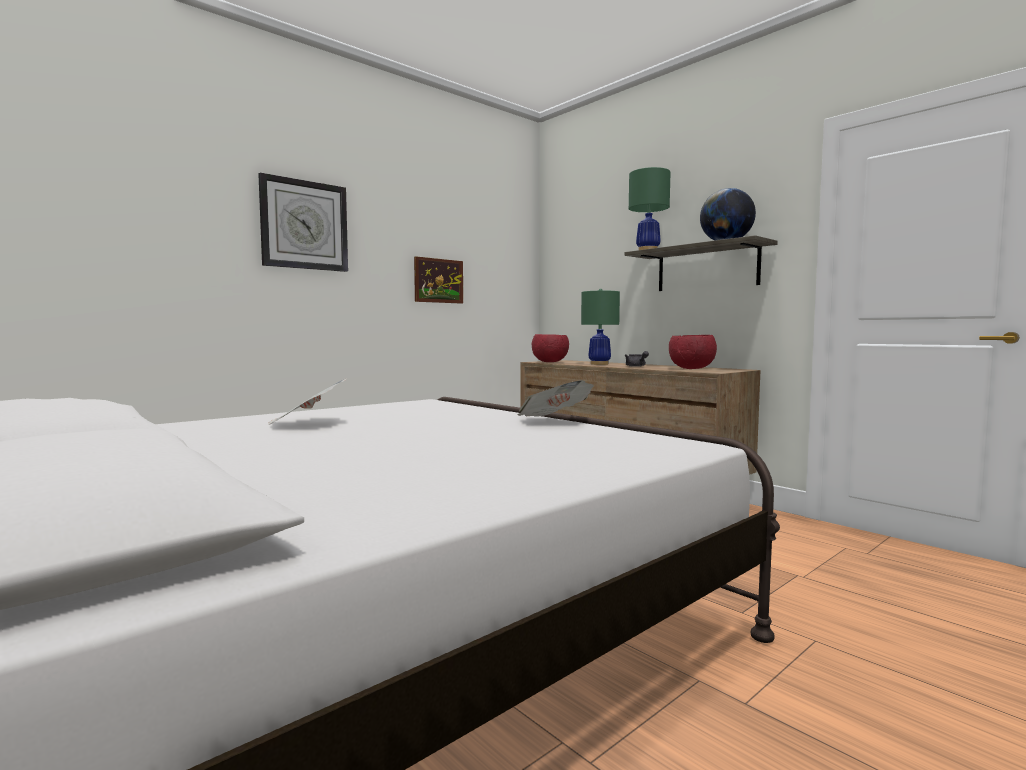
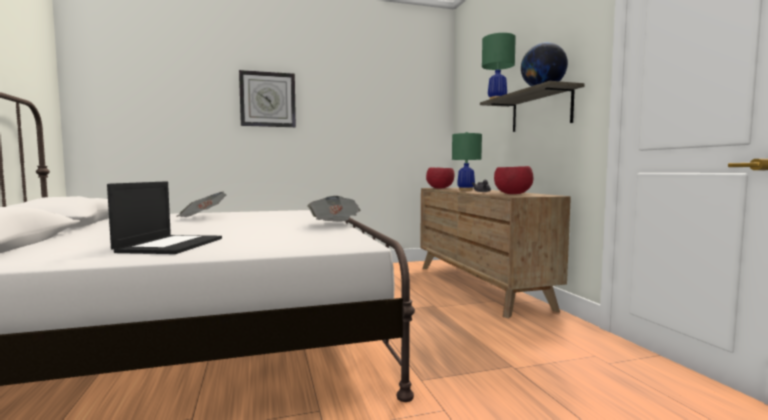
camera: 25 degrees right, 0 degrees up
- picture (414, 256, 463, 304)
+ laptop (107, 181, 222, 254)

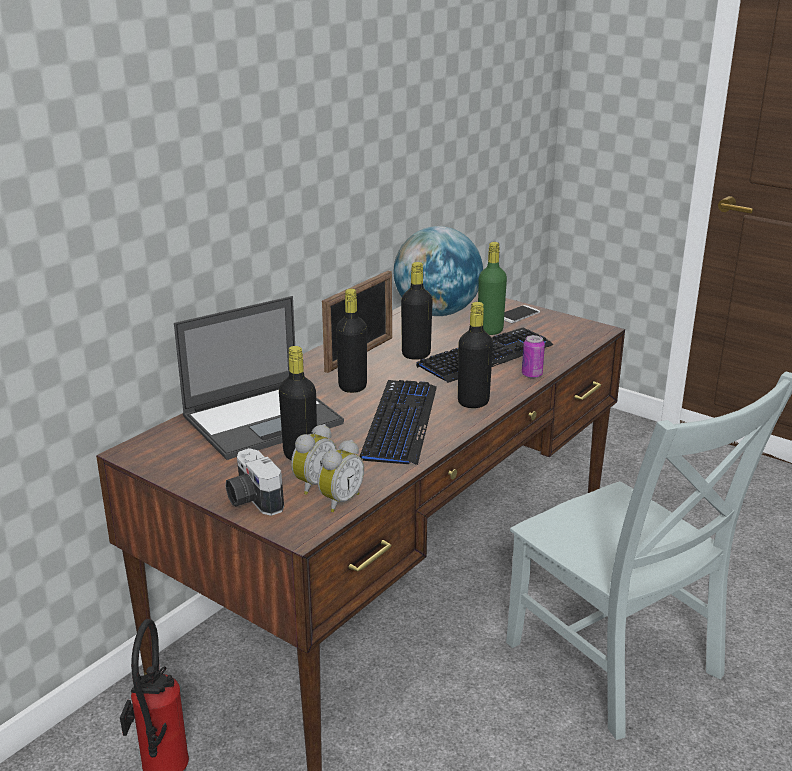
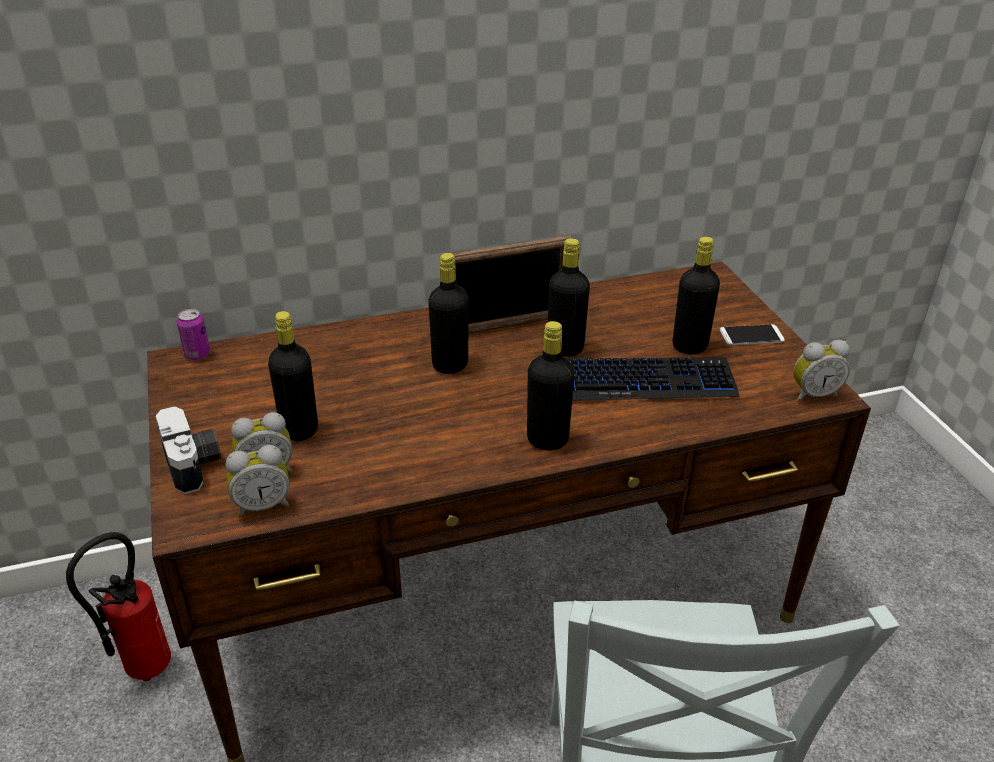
camera: 35 degrees right, 10 degrees up
- laptop (174, 296, 344, 460)
- keyboard (359, 380, 437, 465)
- globe (393, 226, 483, 316)
+ alarm clock (793, 340, 850, 402)
~ can (522, 335, 545, 378) to (177, 309, 210, 360)
~ bottle (green) (478, 242, 507, 335) to bottle (black) (672, 237, 720, 354)
~ photo camera (225, 448, 284, 516) = (155, 406, 221, 494) 150 degrees clockwise

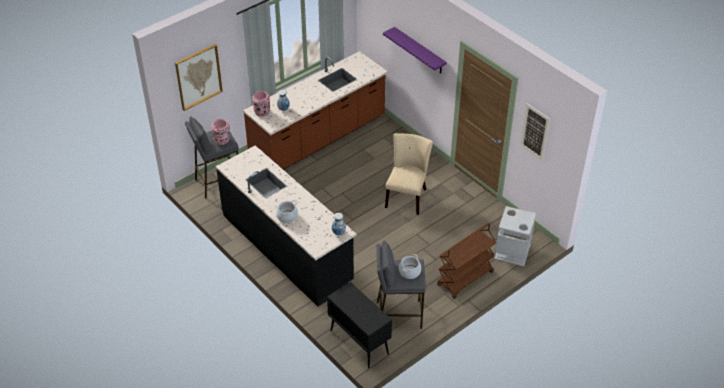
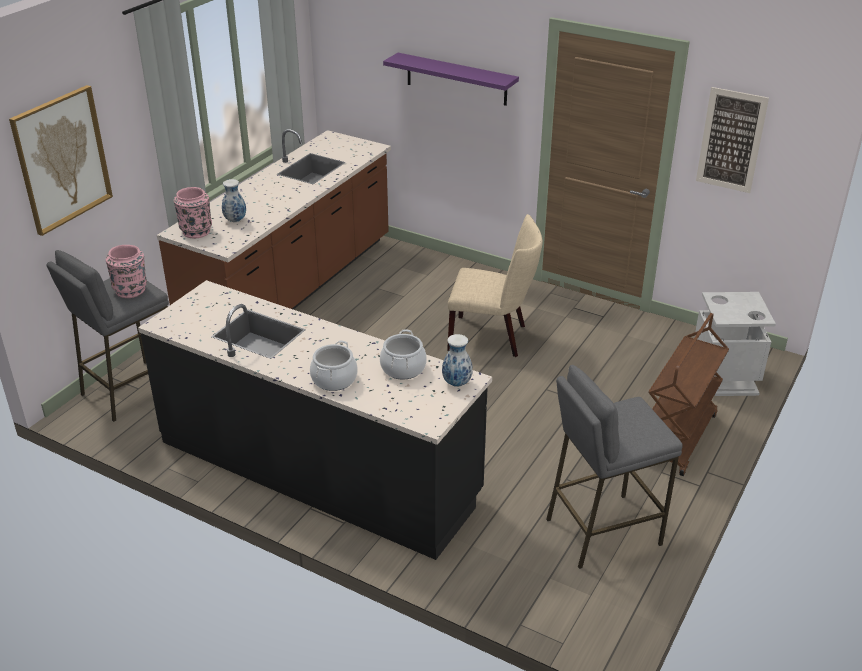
camera: 20 degrees left, 10 degrees down
- cabinet (black) (327, 282, 392, 368)
~ cooking pot (399, 254, 421, 279) to (380, 330, 427, 379)
~ chair (beige) (385, 133, 433, 215) = (447, 214, 543, 357) 105 degrees clockwise

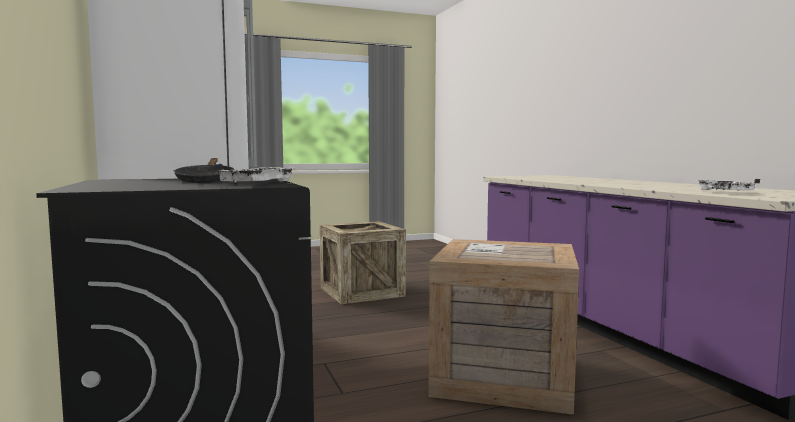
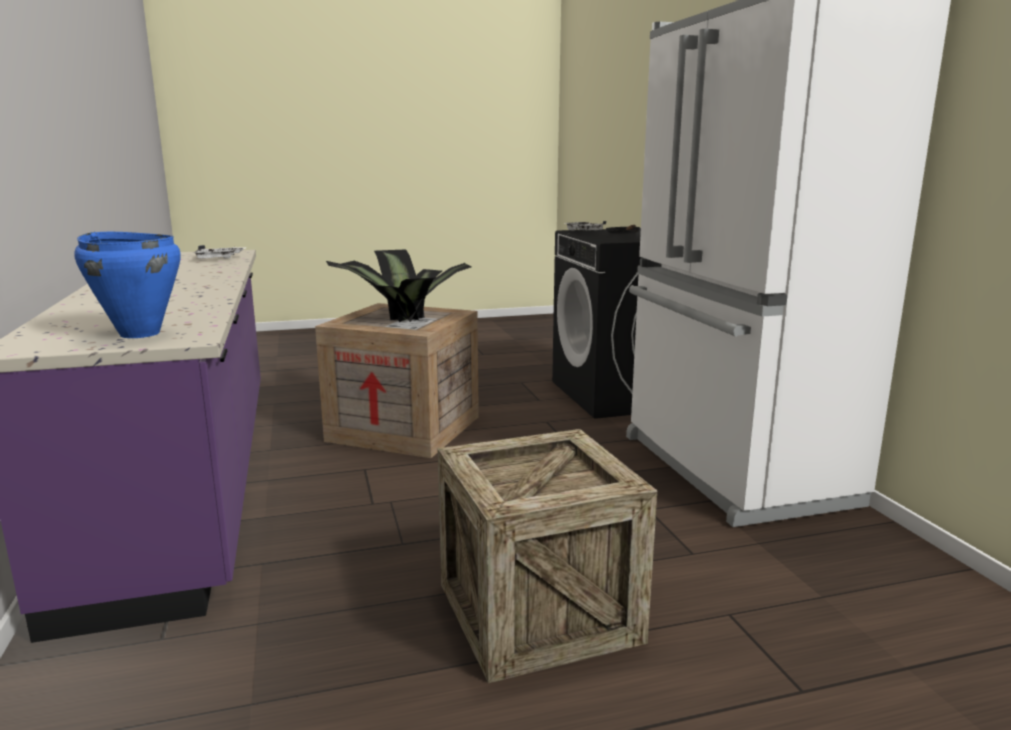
camera: 175 degrees left, 10 degrees up
+ cooking pot (blue) (74, 232, 181, 338)
+ potted plant (326, 249, 471, 322)

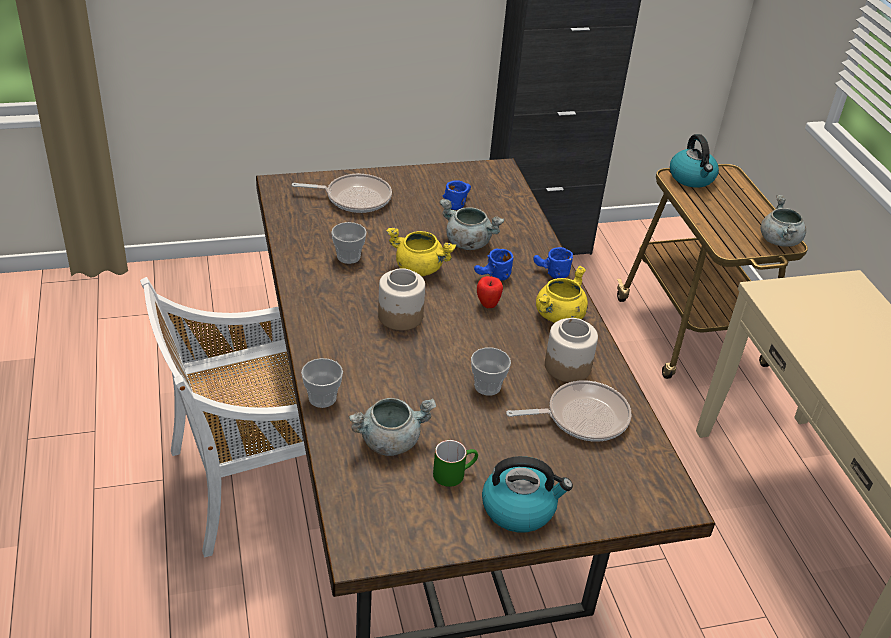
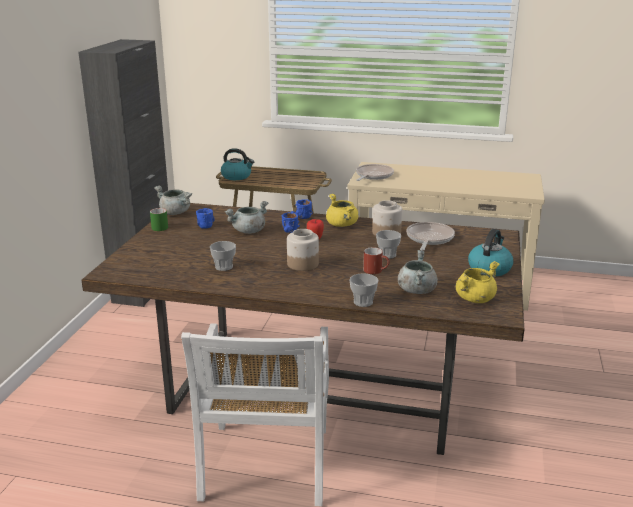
camera: 60 degrees left, 15 degrees down
+ mug (red) (363, 247, 390, 274)
~ frying pan (292, 174, 392, 213) to (356, 164, 394, 181)
~ cooking pot (yellow) (386, 228, 456, 276) to (456, 261, 500, 303)
~ mug (green) (433, 440, 478, 487) to (150, 208, 168, 231)
~ cooking pot (grey) (760, 195, 806, 247) to (154, 186, 192, 215)

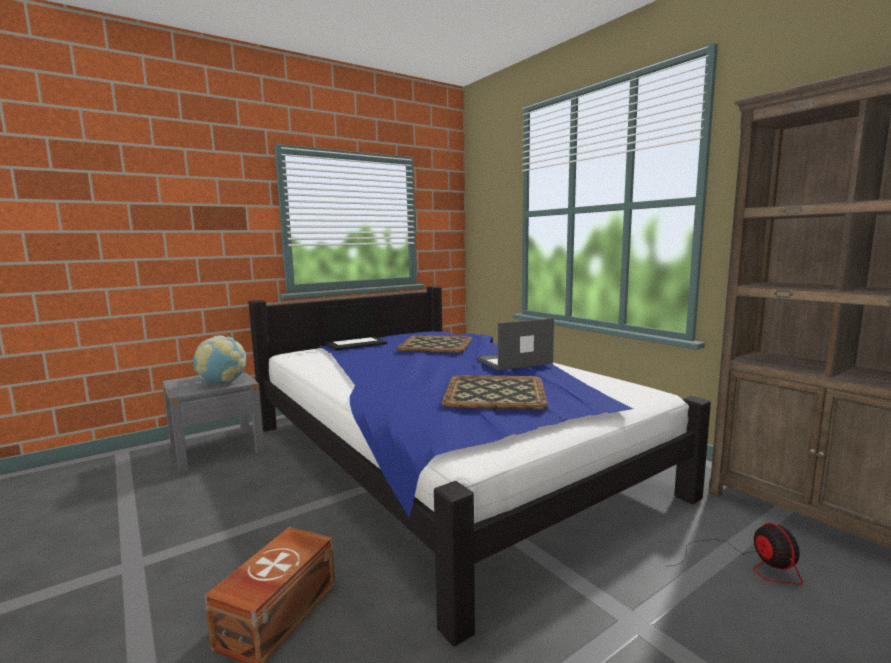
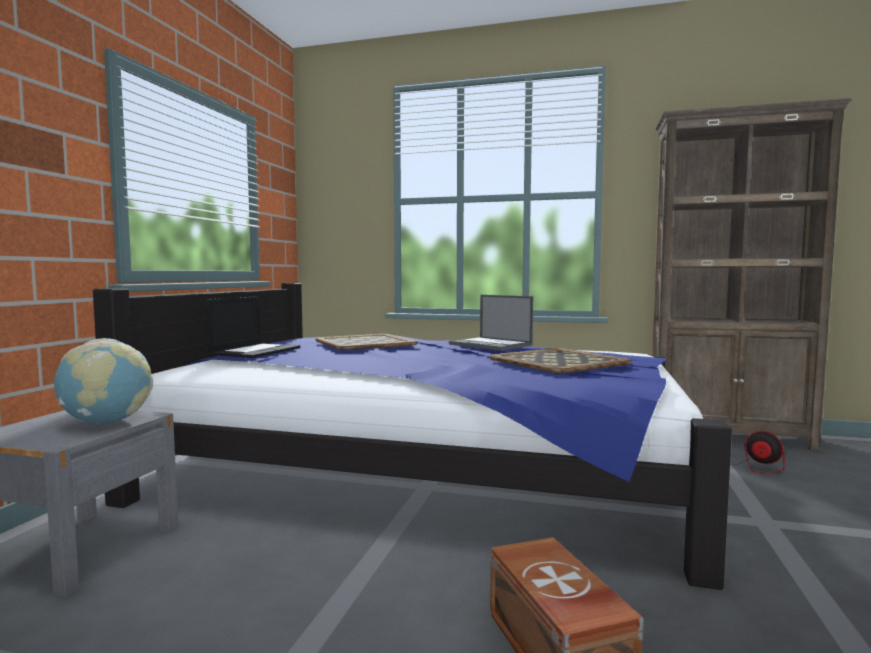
camera: 40 degrees left, 5 degrees down
~ laptop (476, 318, 554, 370) = (449, 295, 533, 351) 75 degrees counterclockwise

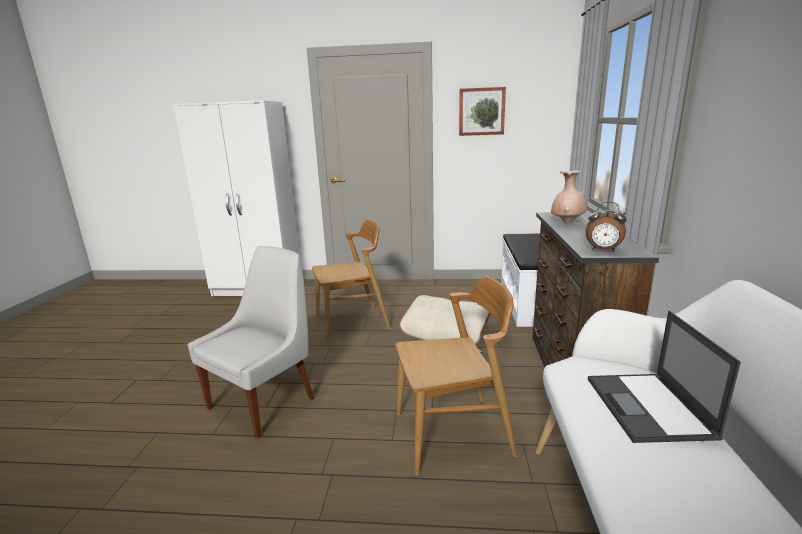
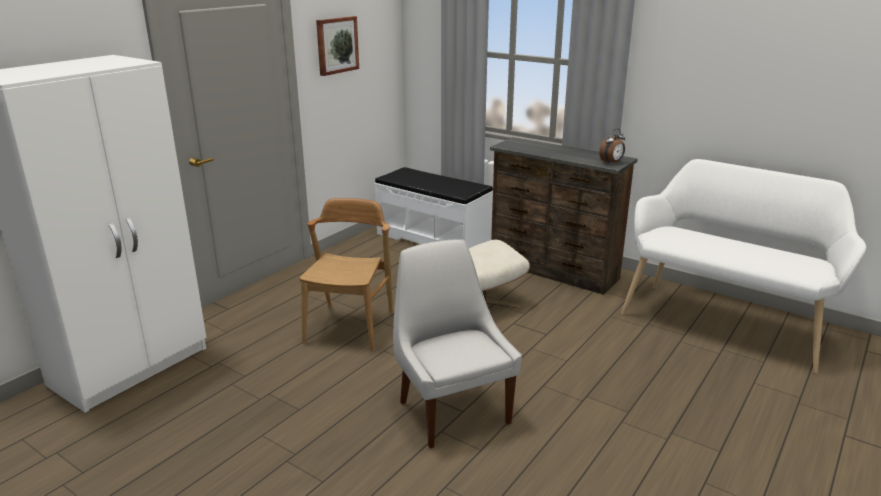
camera: 60 degrees left, 5 degrees up
- chair (brown) (396, 276, 517, 476)
- vase (beige) (551, 170, 587, 223)
- laptop (588, 311, 741, 443)

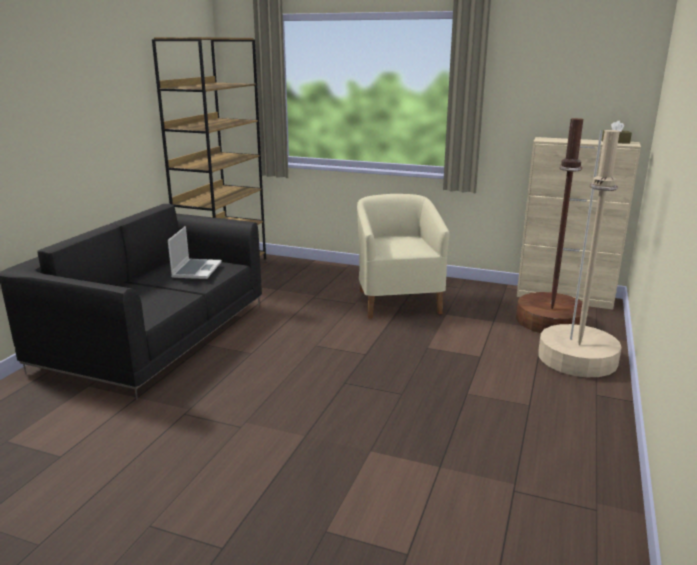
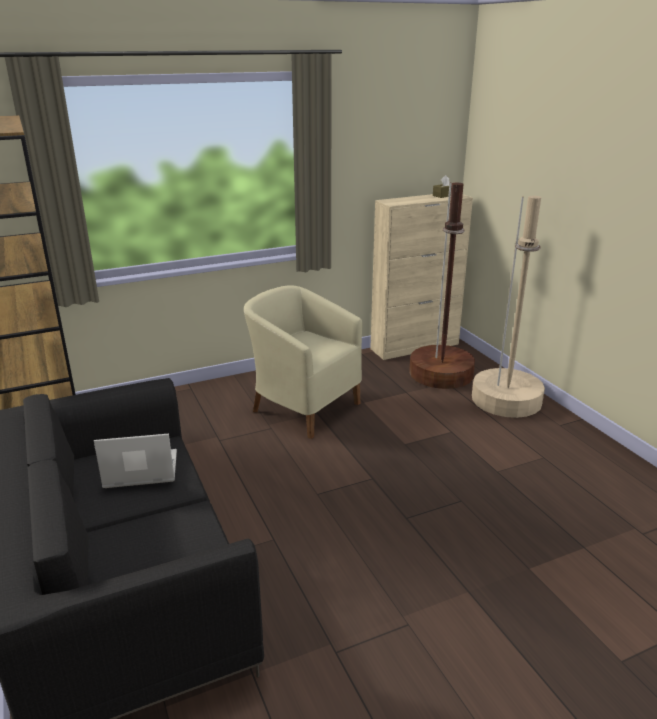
camera: 45 degrees left, 5 degrees up
~ laptop (168, 226, 222, 279) = (94, 434, 177, 488) 60 degrees counterclockwise

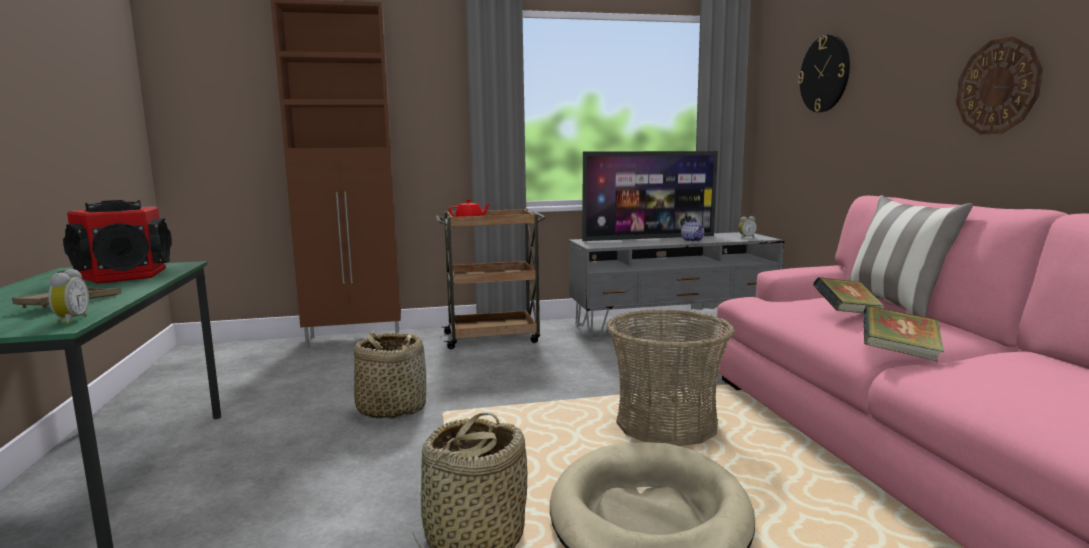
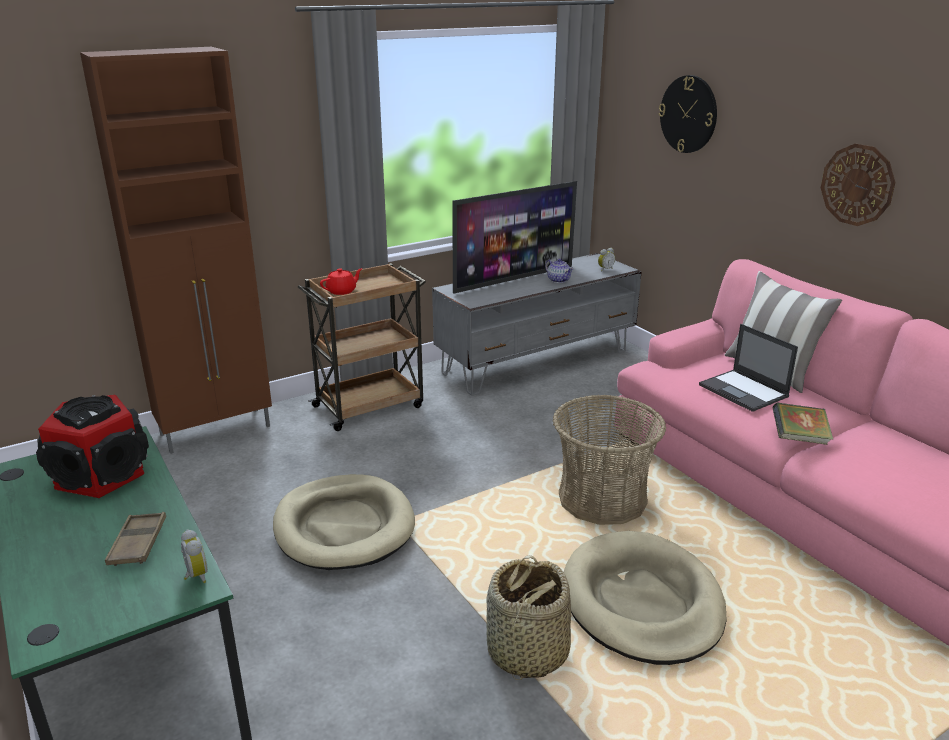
camera: 20 degrees left, 15 degrees up
~ basket (354, 331, 426, 419) to dog bed (beige) (273, 474, 415, 570)
~ book (813, 277, 885, 313) to laptop (699, 324, 798, 412)

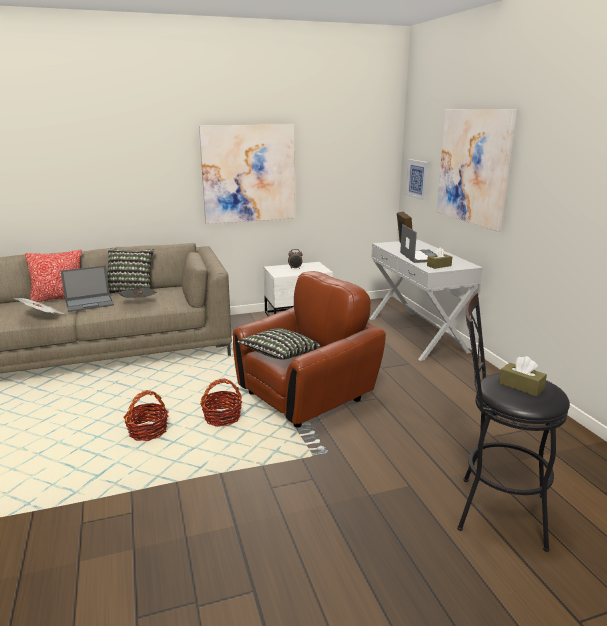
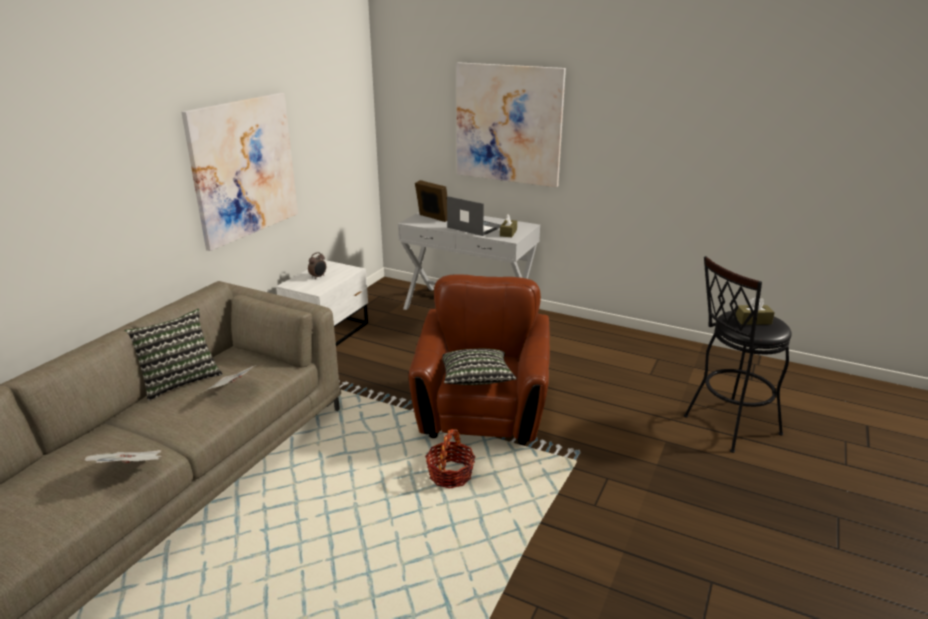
camera: 45 degrees left, 5 degrees up
- pillow (25, 250, 82, 302)
- laptop (60, 265, 114, 312)
- basket (124, 390, 168, 441)
- picture (406, 159, 429, 200)

